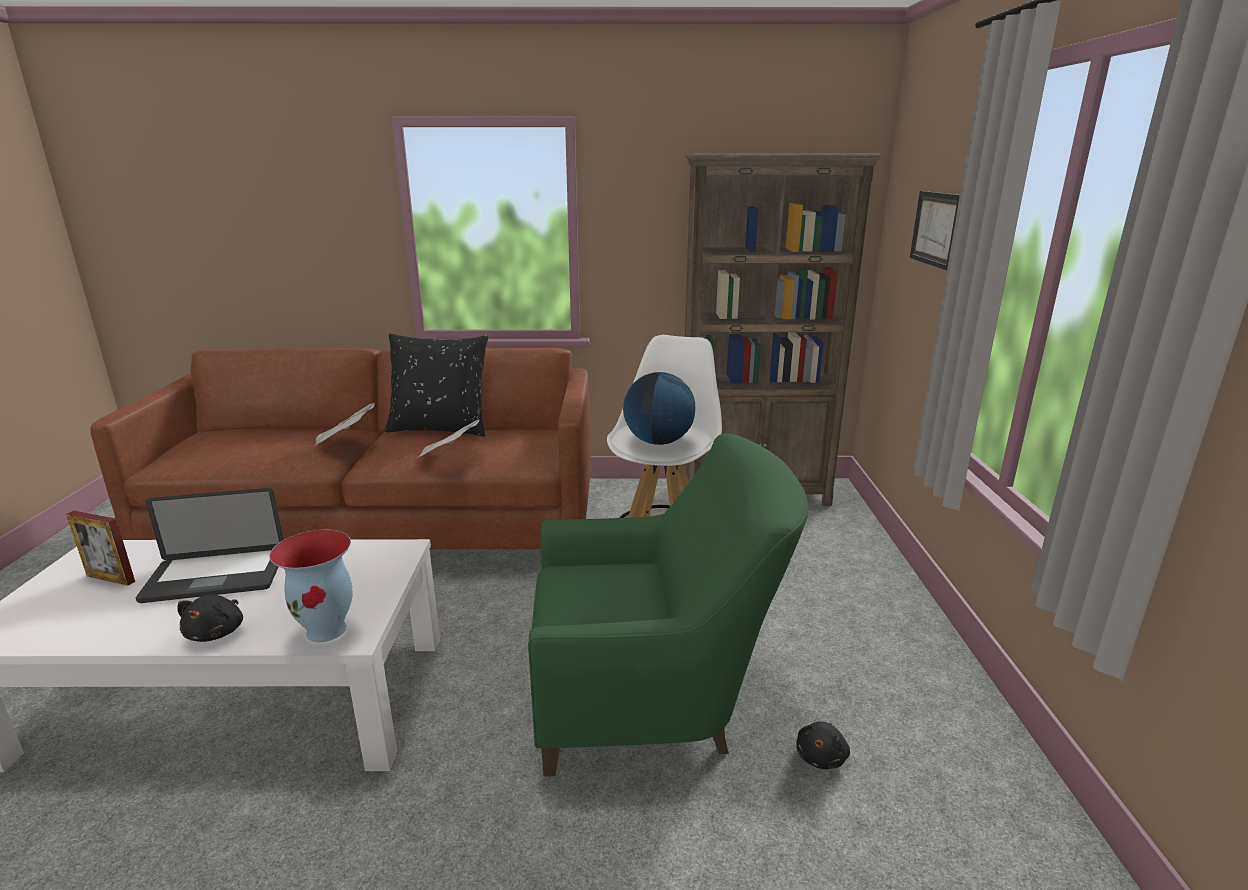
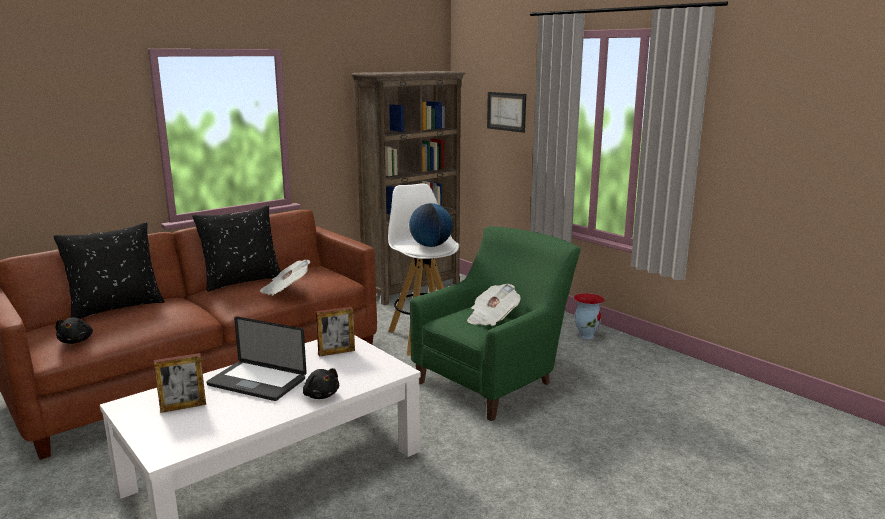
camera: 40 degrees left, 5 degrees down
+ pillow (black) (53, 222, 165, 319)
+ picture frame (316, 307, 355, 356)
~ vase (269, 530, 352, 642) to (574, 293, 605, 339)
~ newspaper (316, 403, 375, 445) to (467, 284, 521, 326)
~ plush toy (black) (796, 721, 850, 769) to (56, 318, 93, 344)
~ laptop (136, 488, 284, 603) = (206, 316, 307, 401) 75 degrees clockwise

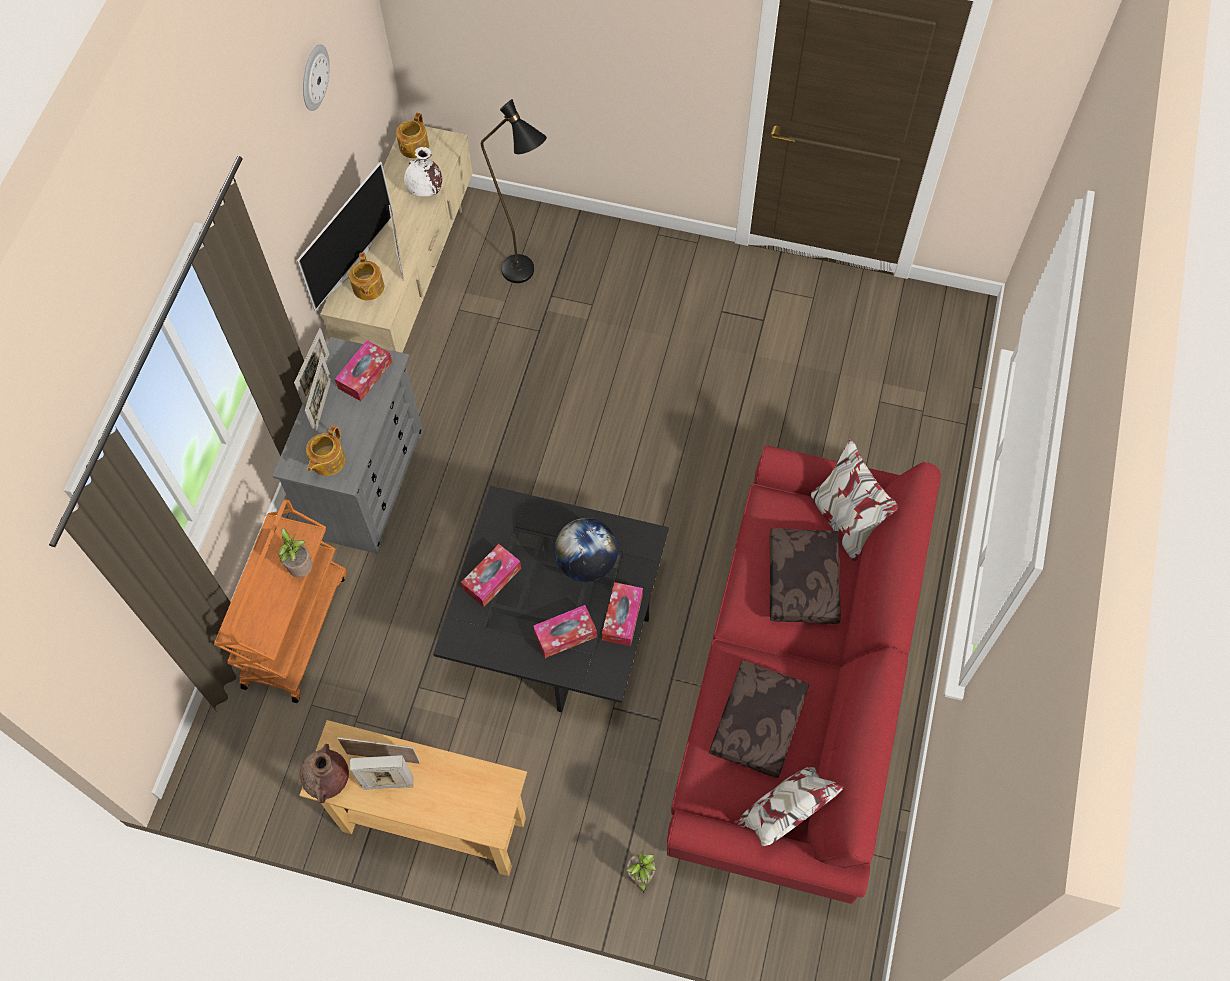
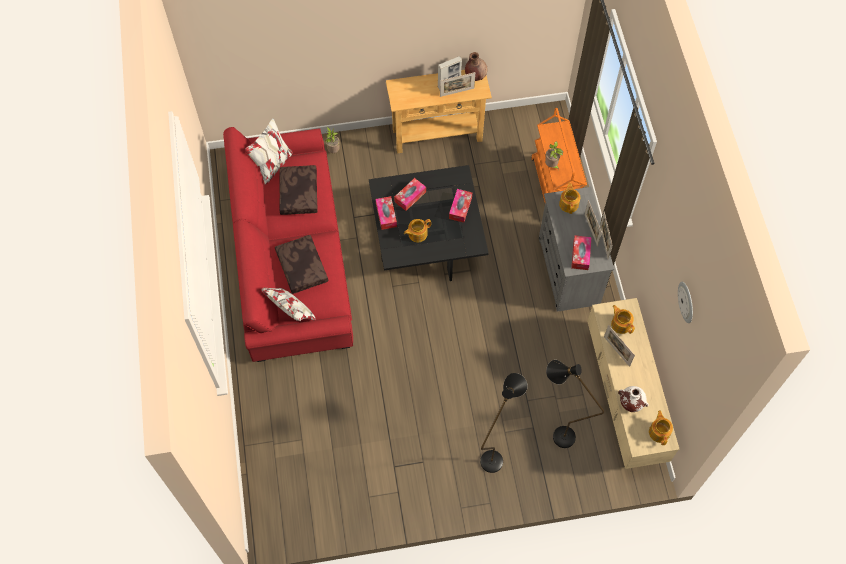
camera: 155 degrees right, 0 degrees up
- television (297, 161, 394, 311)
+ floor lamp (black) (480, 373, 528, 473)
~ globe (554, 518, 618, 582) to teapot (404, 219, 431, 242)

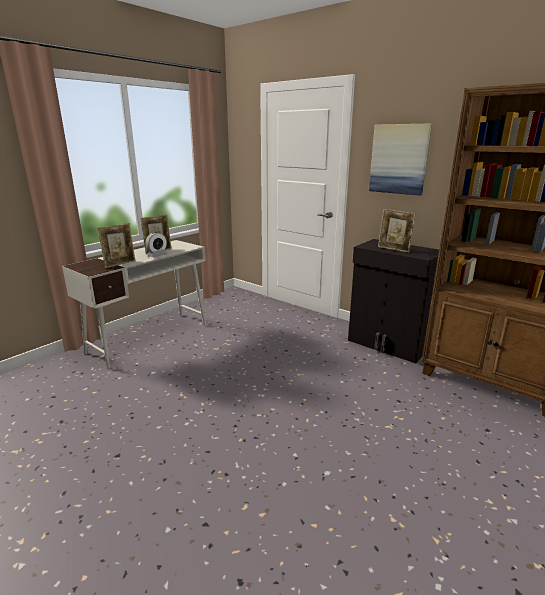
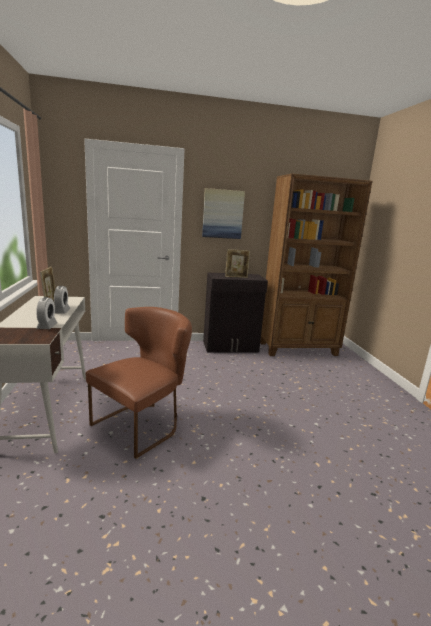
camera: 50 degrees left, 5 degrees down
+ chair (brown) (86, 307, 192, 459)
~ picture frame (98, 223, 136, 268) to alarm clock (36, 297, 58, 329)

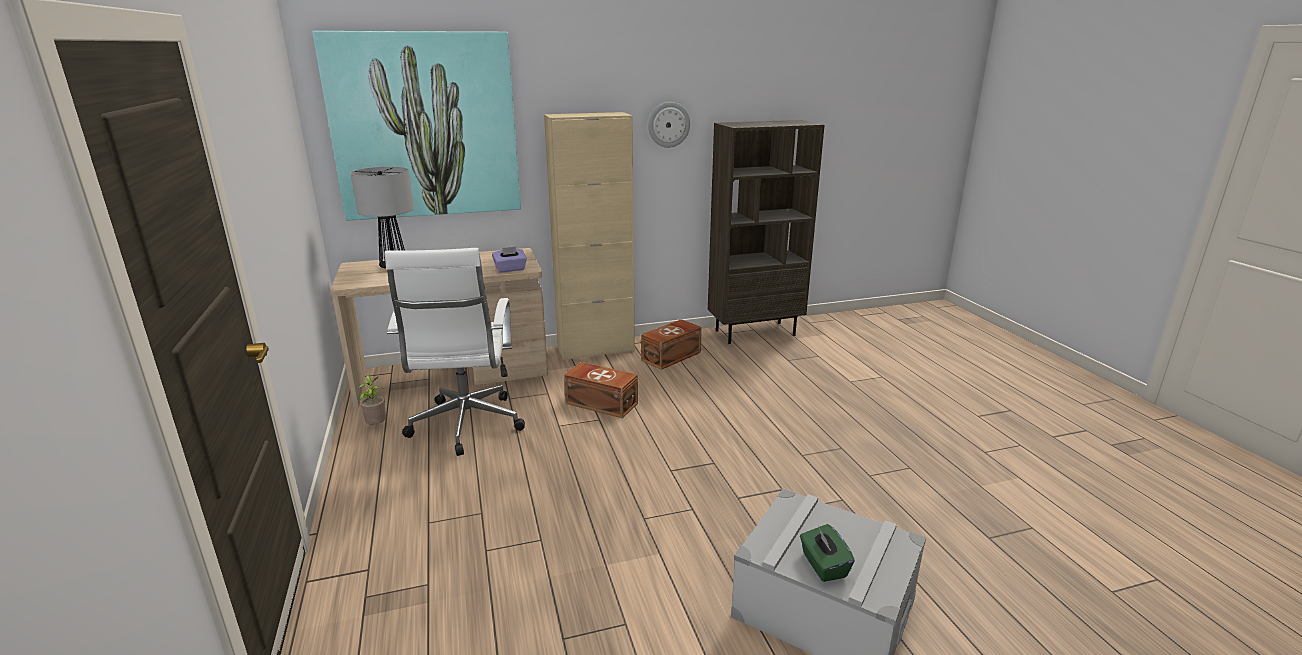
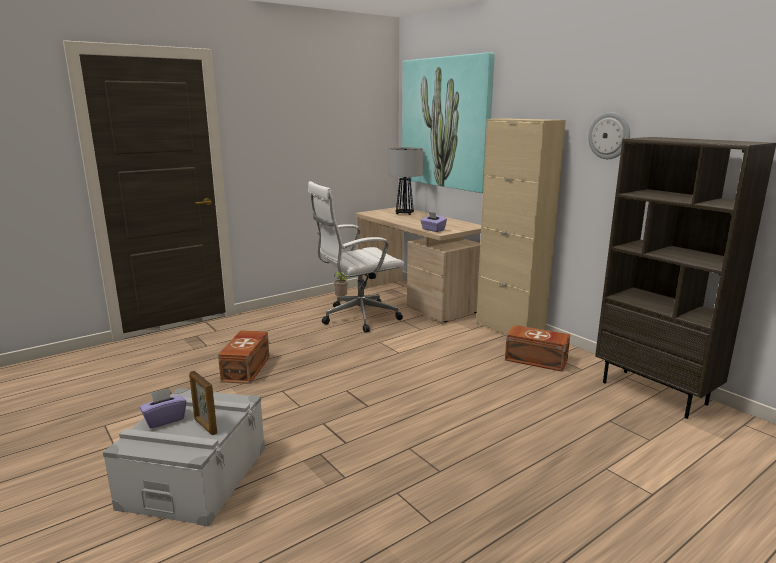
camera: 70 degrees right, 5 degrees down
+ picture frame (189, 371, 217, 435)
~ storage box (brown) (564, 362, 638, 418) to (218, 330, 269, 384)
~ tissue box (green) (800, 524, 855, 582) to tissue box (purple) (139, 388, 187, 429)

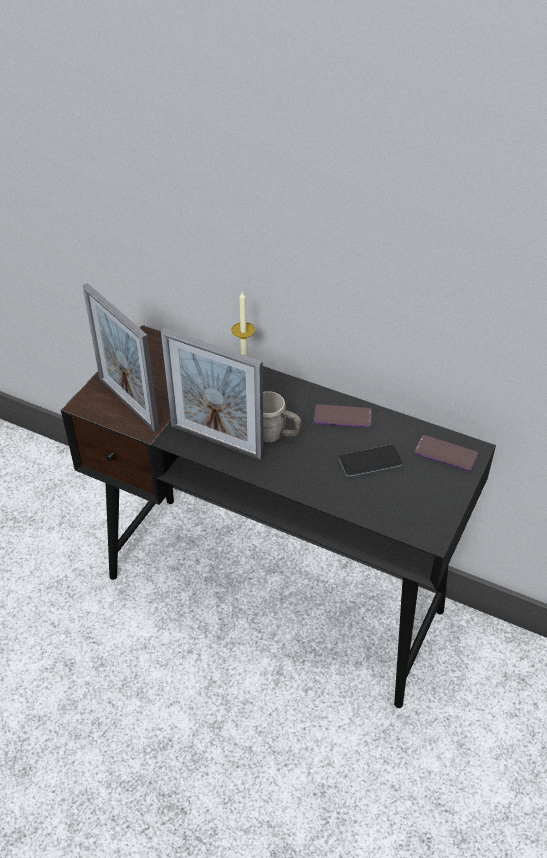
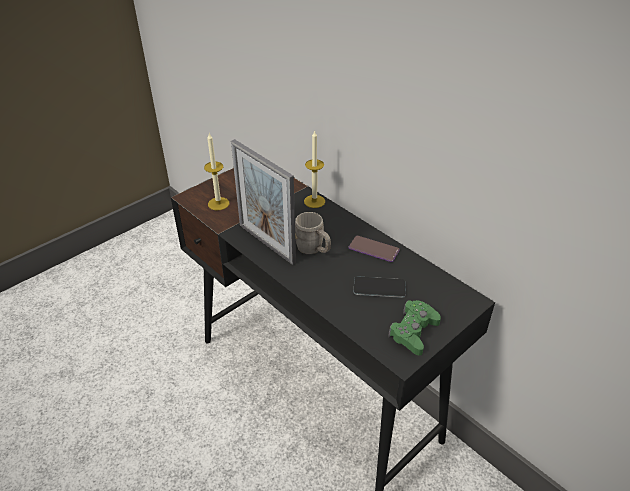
camera: 20 degrees right, 5 degrees down
- phone (414, 435, 478, 471)
+ game controller (green) (388, 300, 441, 356)
~ picture frame (82, 283, 159, 432) to candle (204, 133, 229, 210)

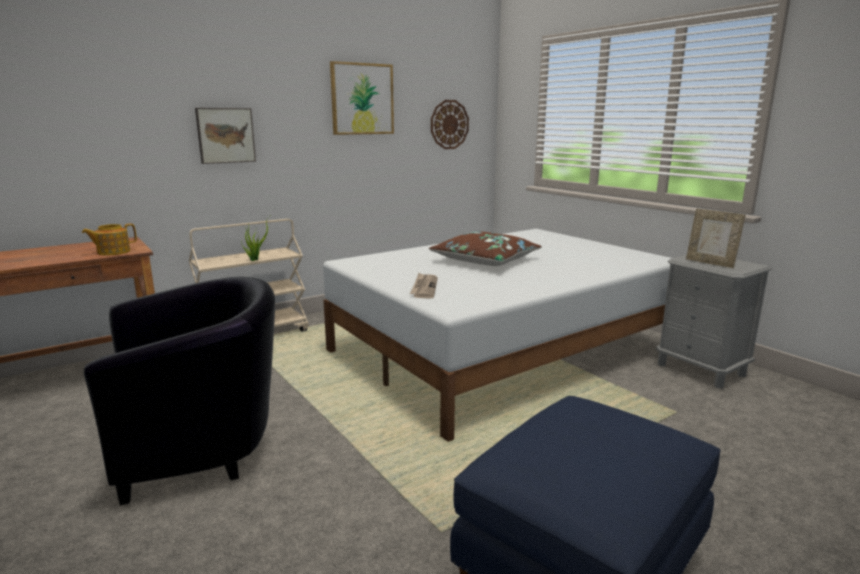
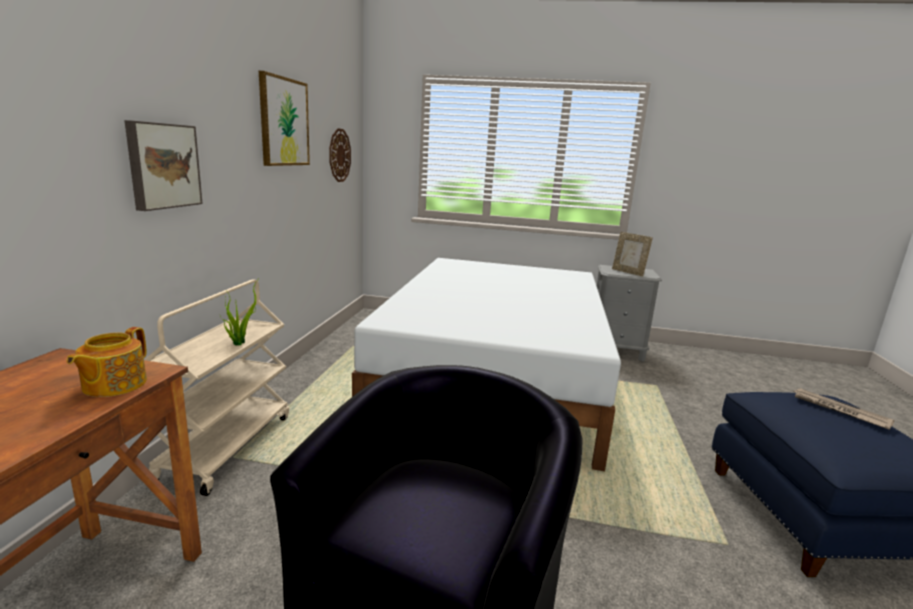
camera: 45 degrees left, 0 degrees up
- pillow (brown) (429, 231, 542, 266)
~ newspaper (410, 273, 438, 298) to (792, 388, 895, 429)
~ picture frame (686, 209, 745, 268) = (612, 232, 653, 276) 45 degrees clockwise

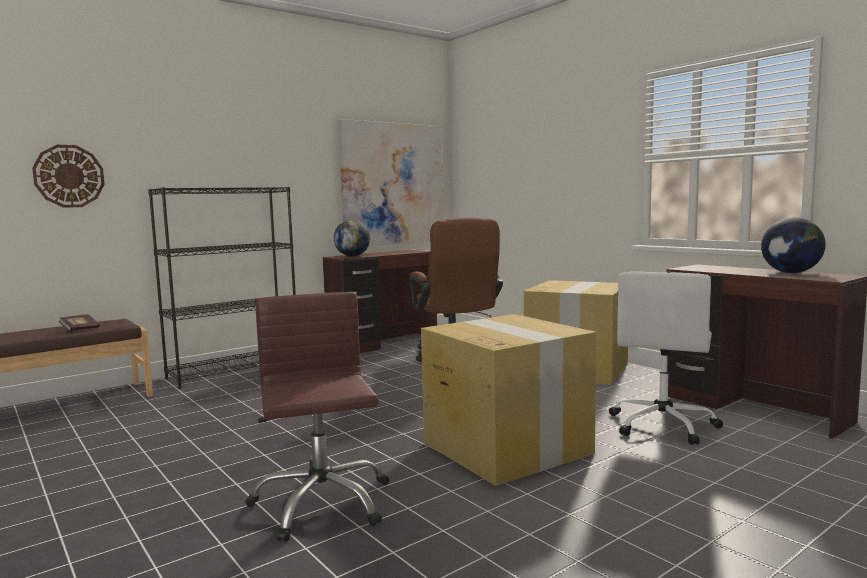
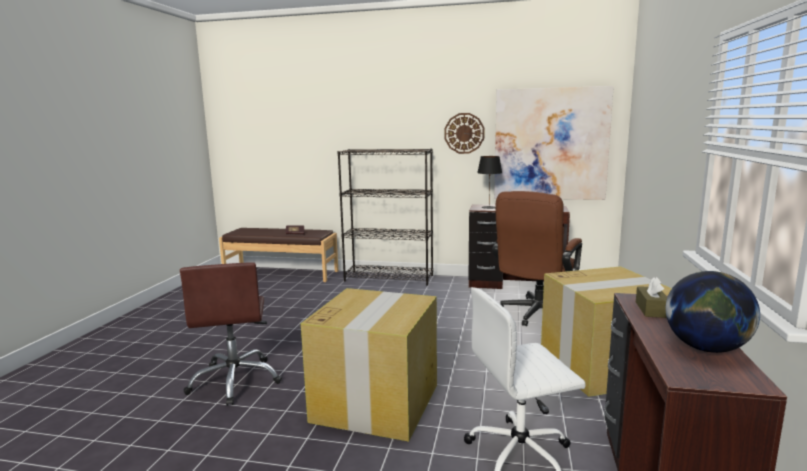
camera: 50 degrees right, 5 degrees up
+ tissue box (brown) (636, 277, 667, 318)
~ wall clock (32, 145, 105, 208) to (445, 113, 485, 154)
~ globe (334, 220, 370, 256) to table lamp (black) (477, 156, 502, 209)
~ office chair (brown) (245, 292, 389, 542) = (180, 262, 282, 406) 135 degrees clockwise

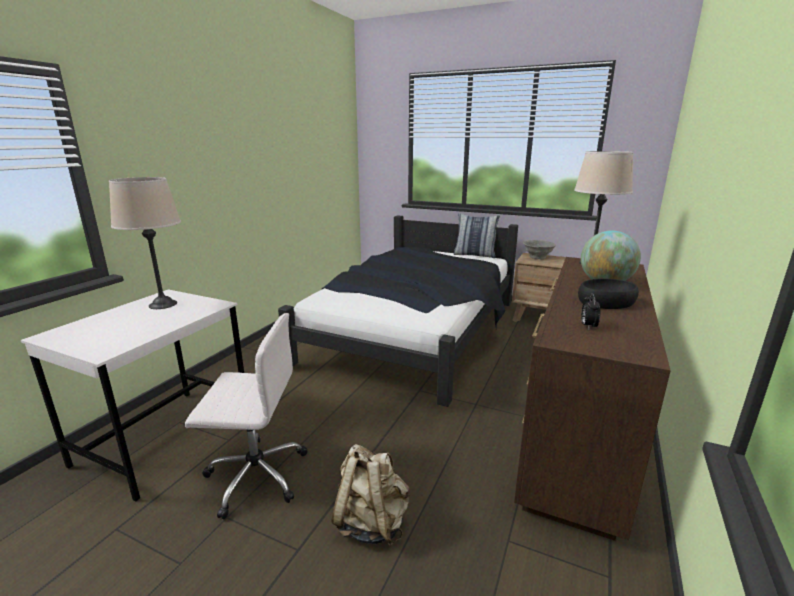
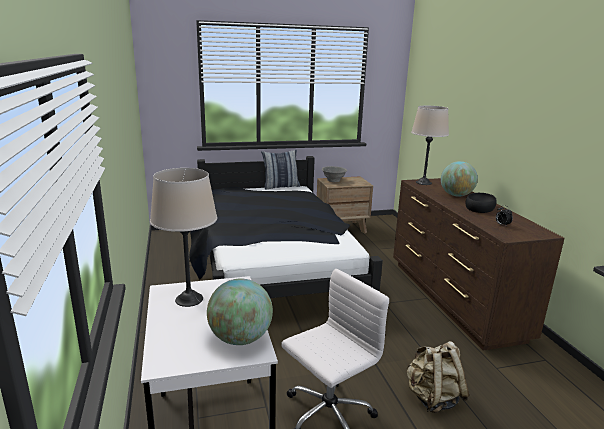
camera: 40 degrees left, 0 degrees up
+ globe (207, 278, 273, 345)

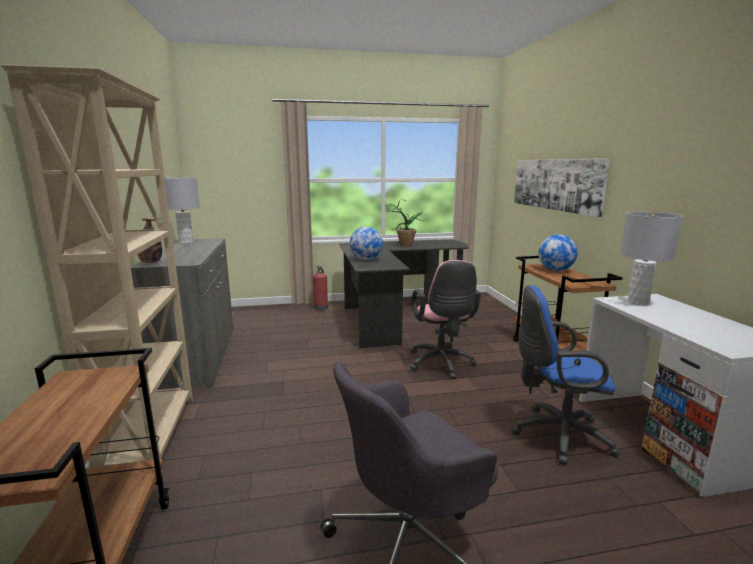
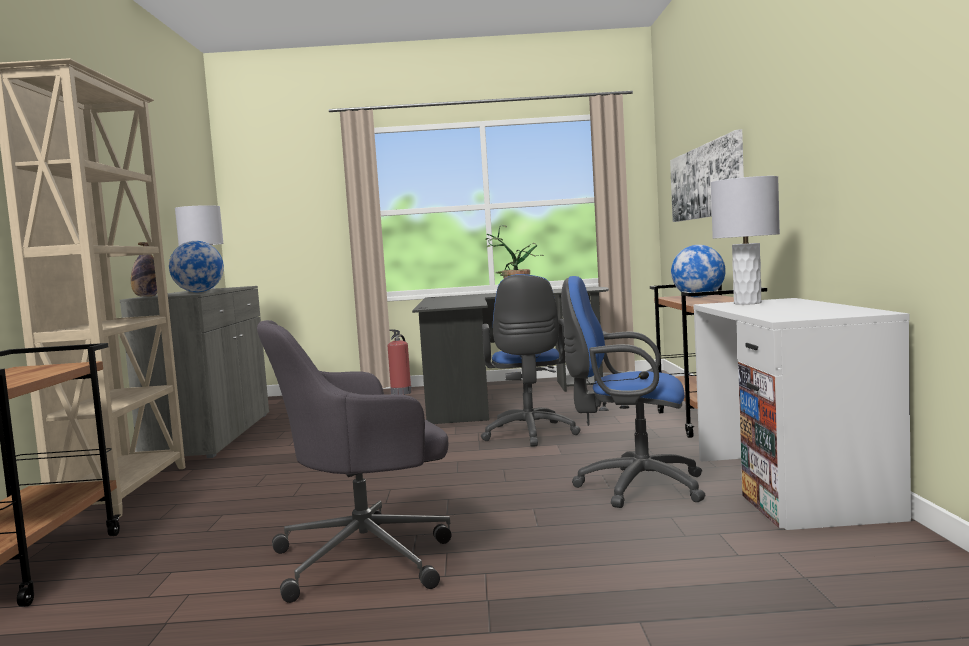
camera: 10 degrees right, 10 degrees down
~ globe (350, 227, 383, 260) to (169, 241, 224, 292)
~ office chair (pink) (410, 260, 481, 379) to office chair (blue) (481, 274, 581, 447)

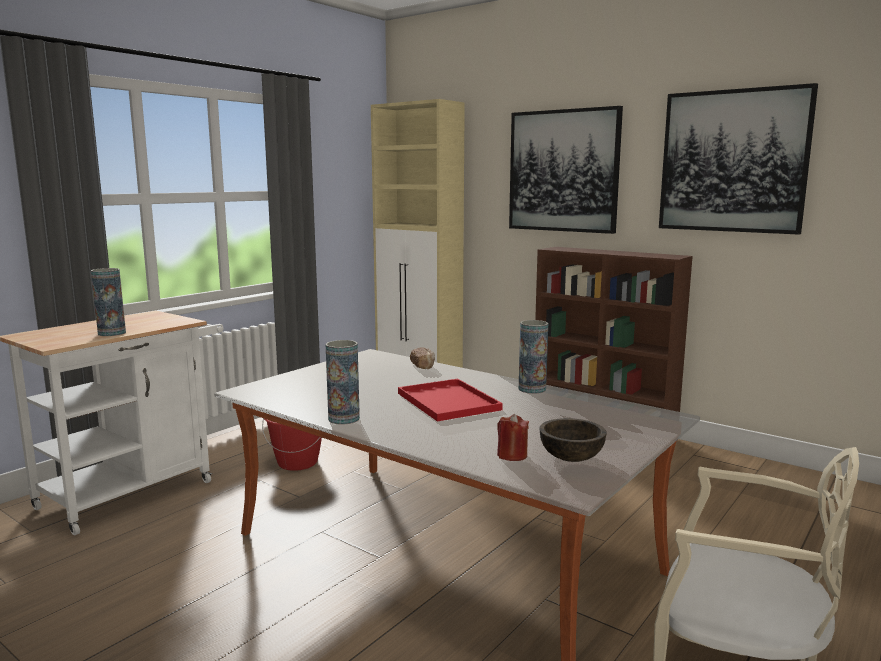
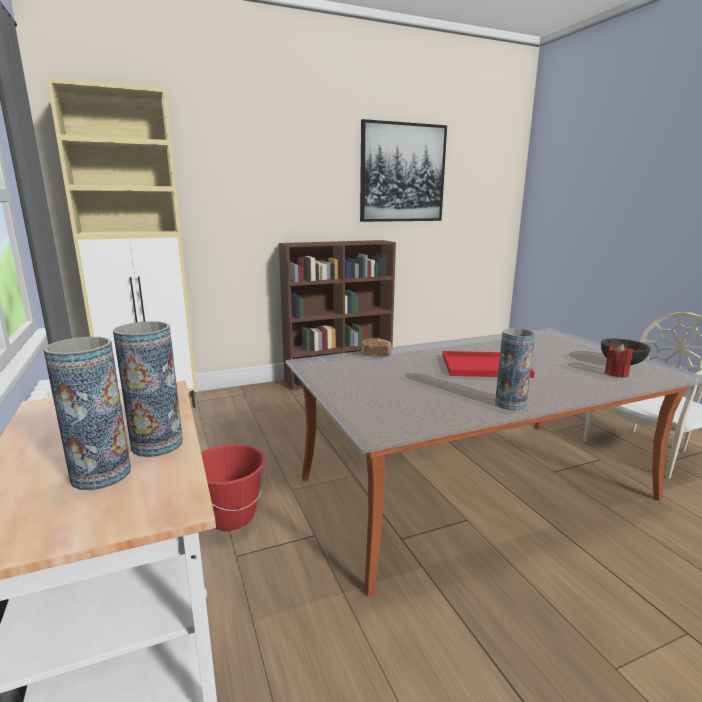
camera: 60 degrees left, 5 degrees up
- picture (509, 106, 623, 234)
~ vase (519, 320, 548, 394) to (43, 337, 131, 490)

